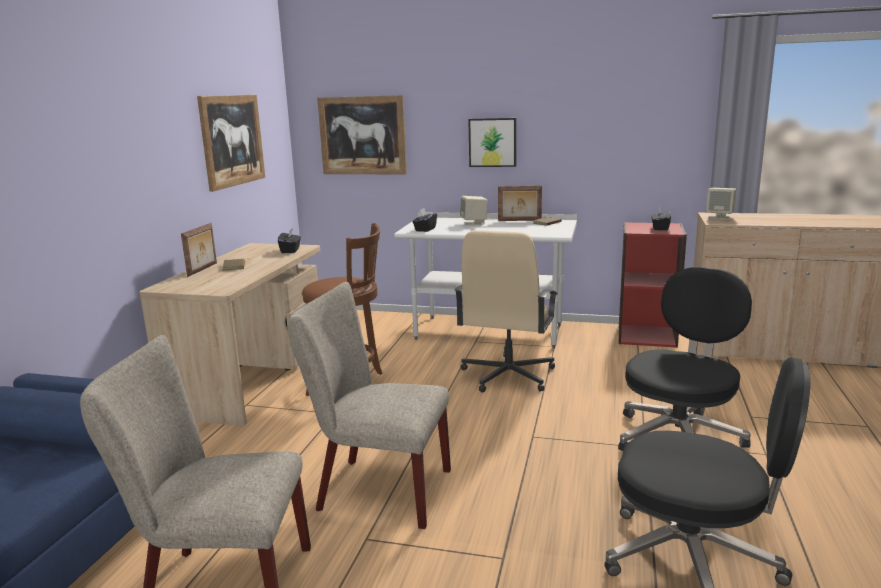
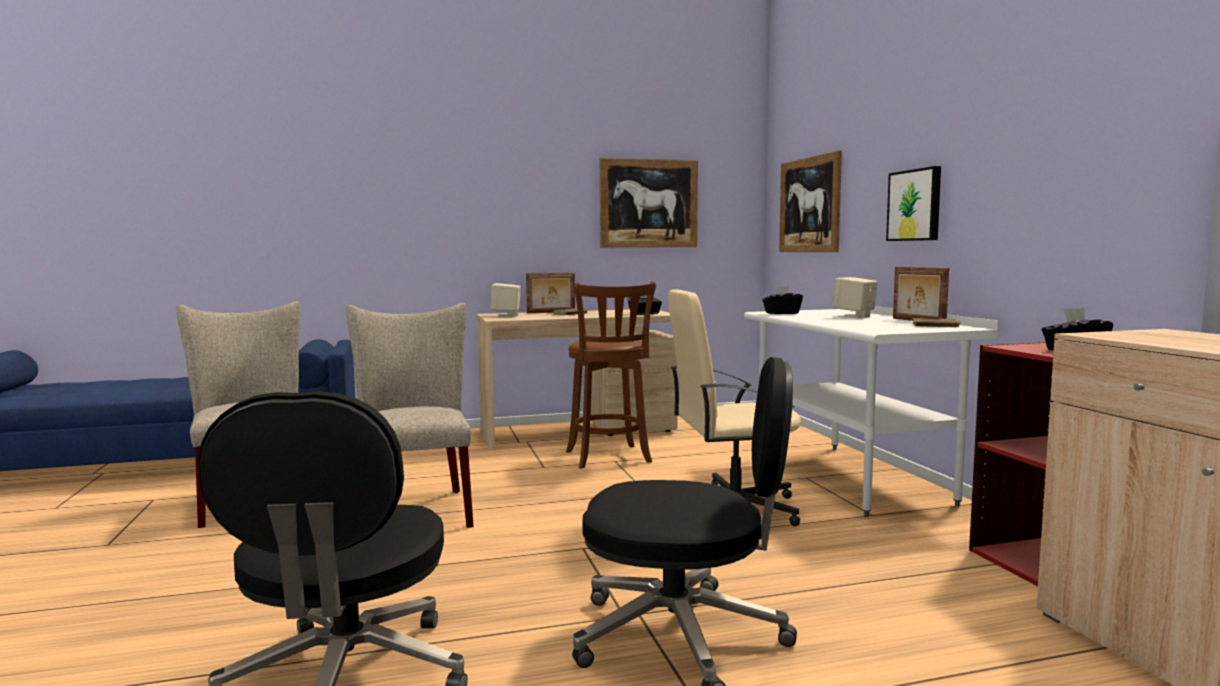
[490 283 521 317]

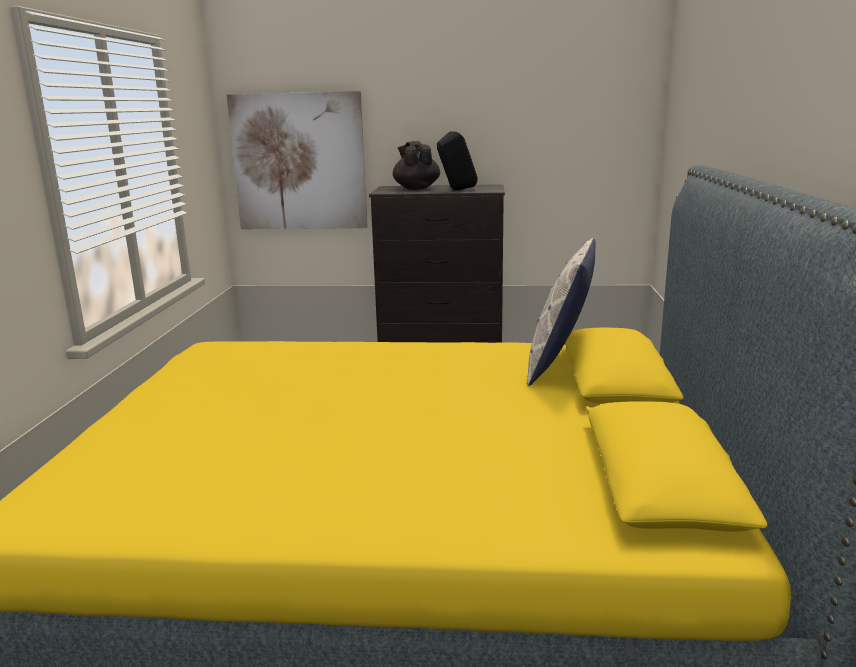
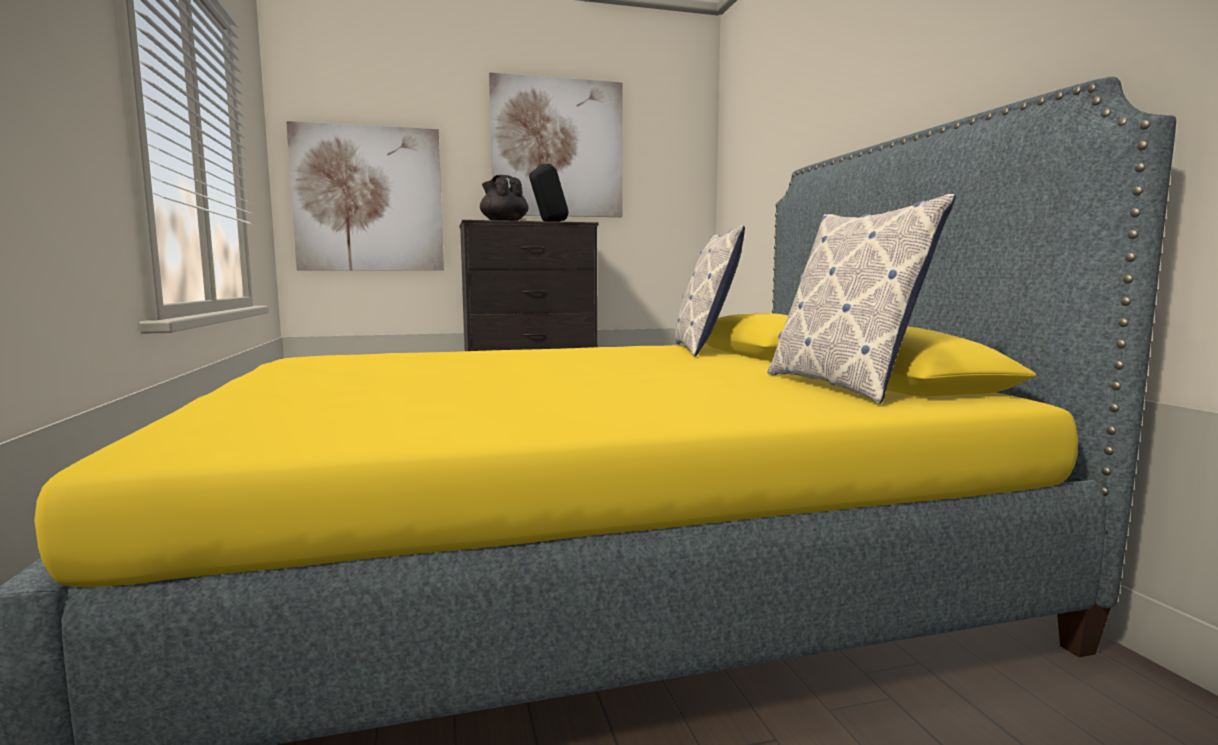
[489 72 623 217]
[768 194 956 404]

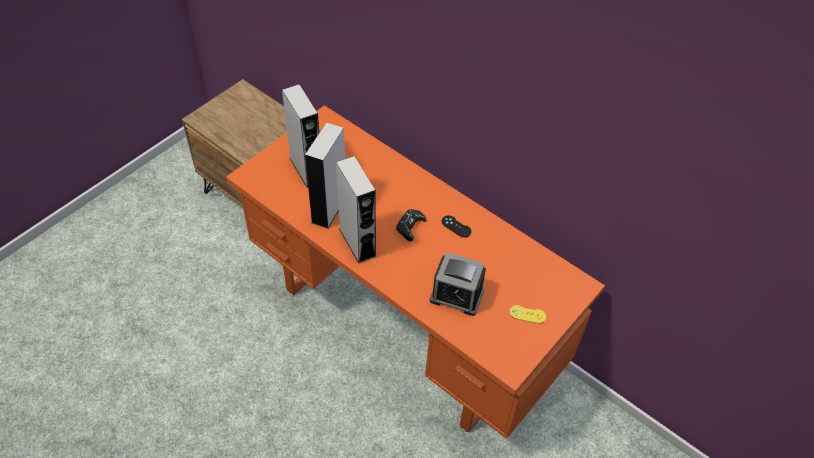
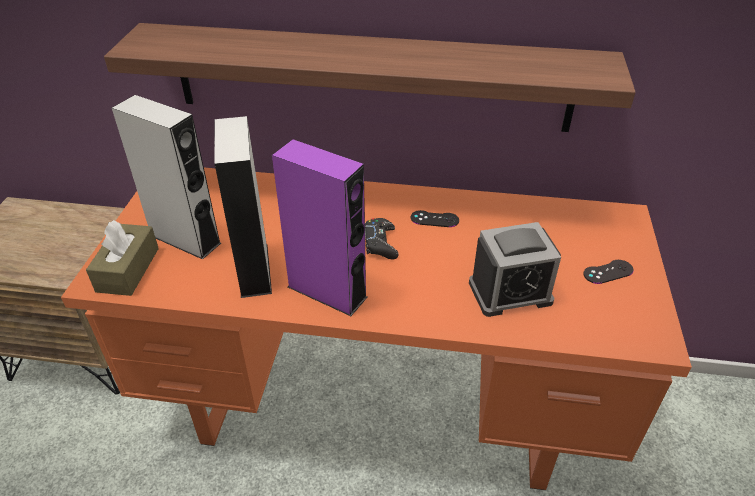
[86 220 159 296]
[104 23 636 132]
[272 139 367 316]
[583 260 633 284]

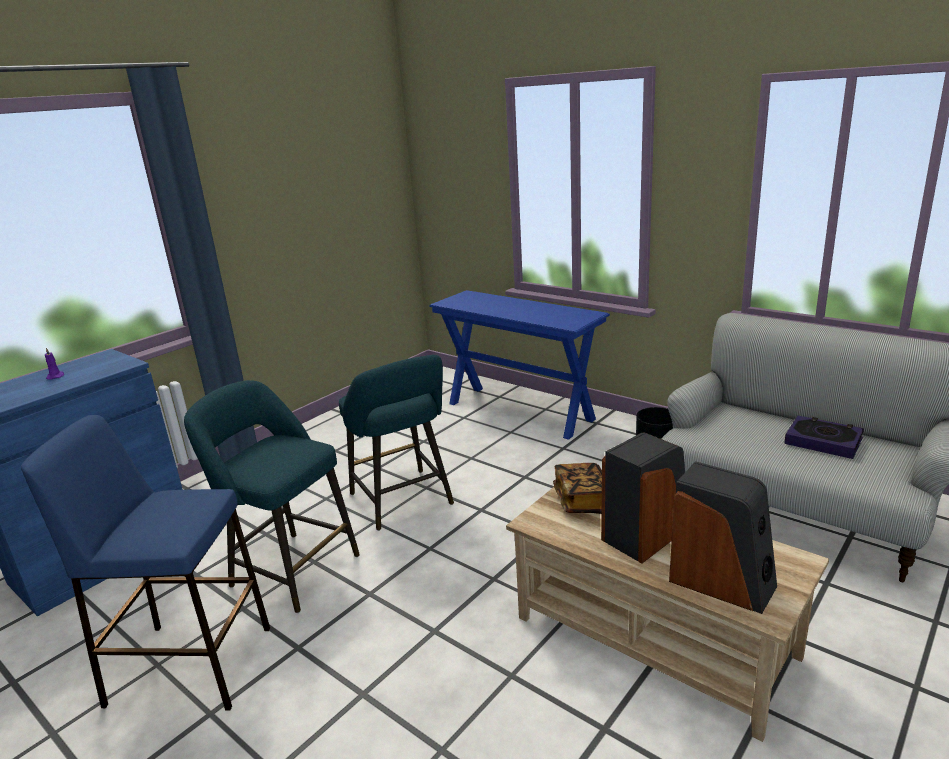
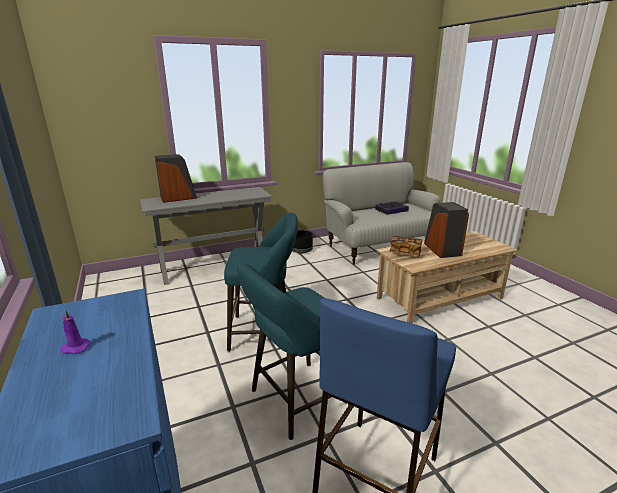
[140 187 273 285]
[155 154 197 203]

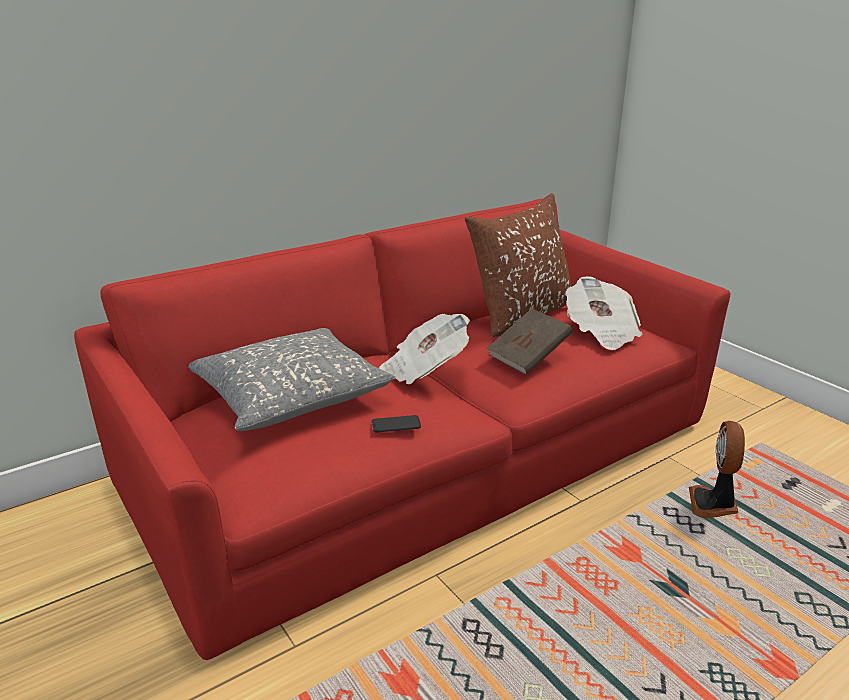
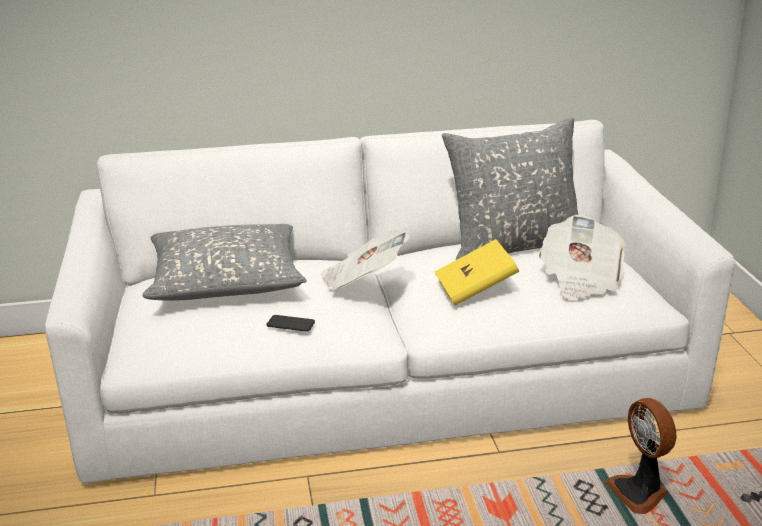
[45 120 735 483]
[435 239 519 306]
[442 117 578 260]
[605 398 677 514]

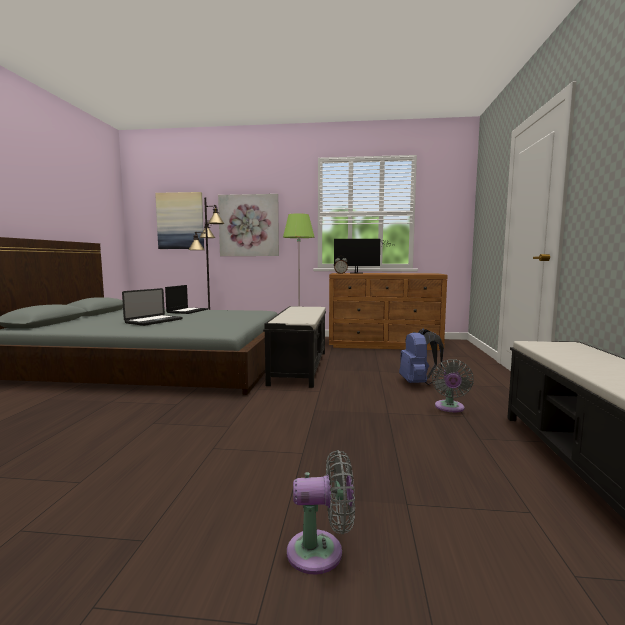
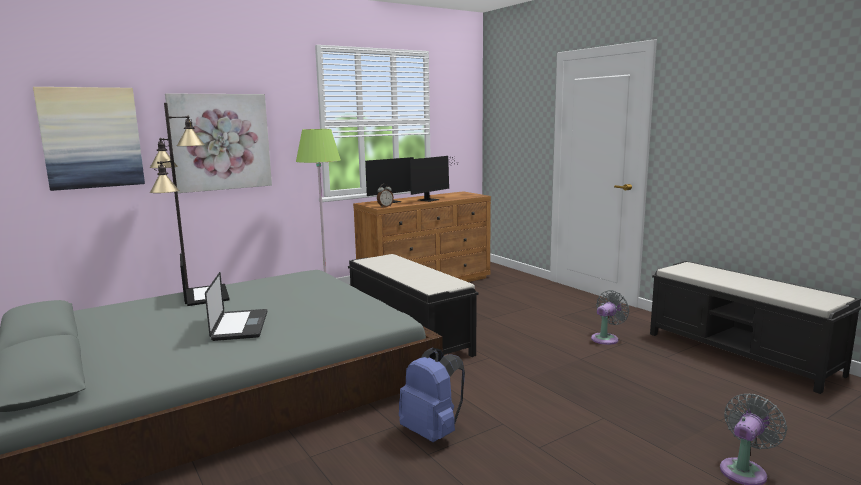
[399 348 465 442]
[410 156 454 202]
[591 290 629 345]

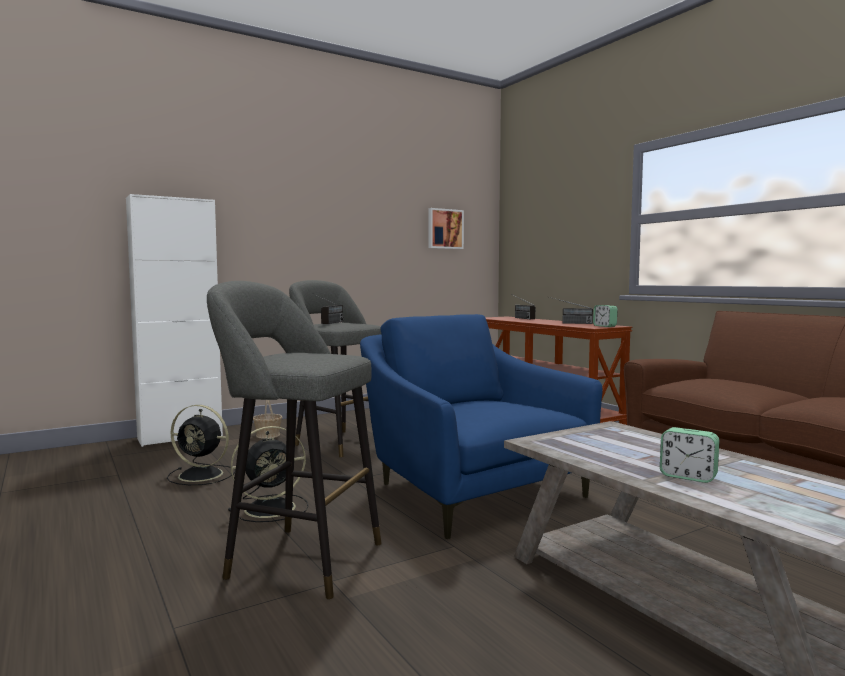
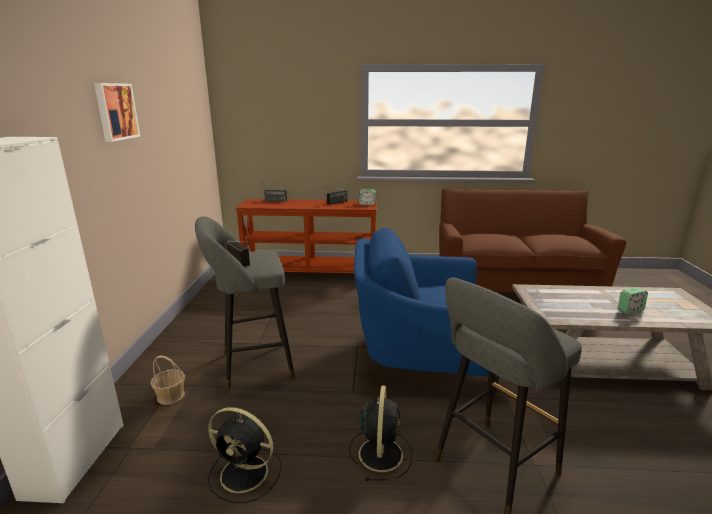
[94 83 140 142]
[208 407 281 503]

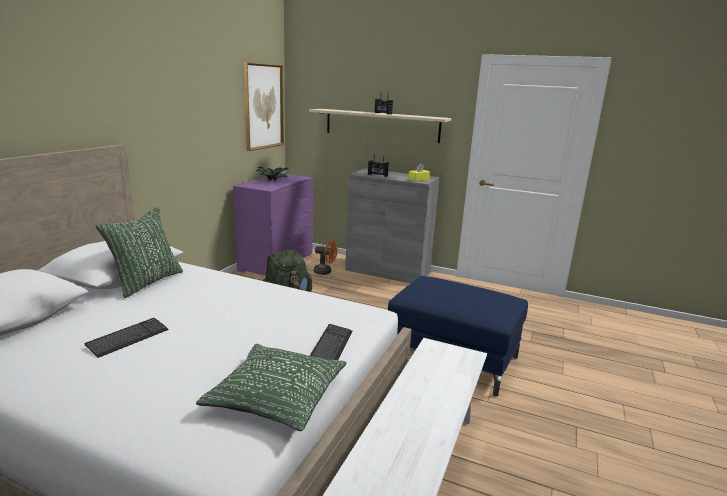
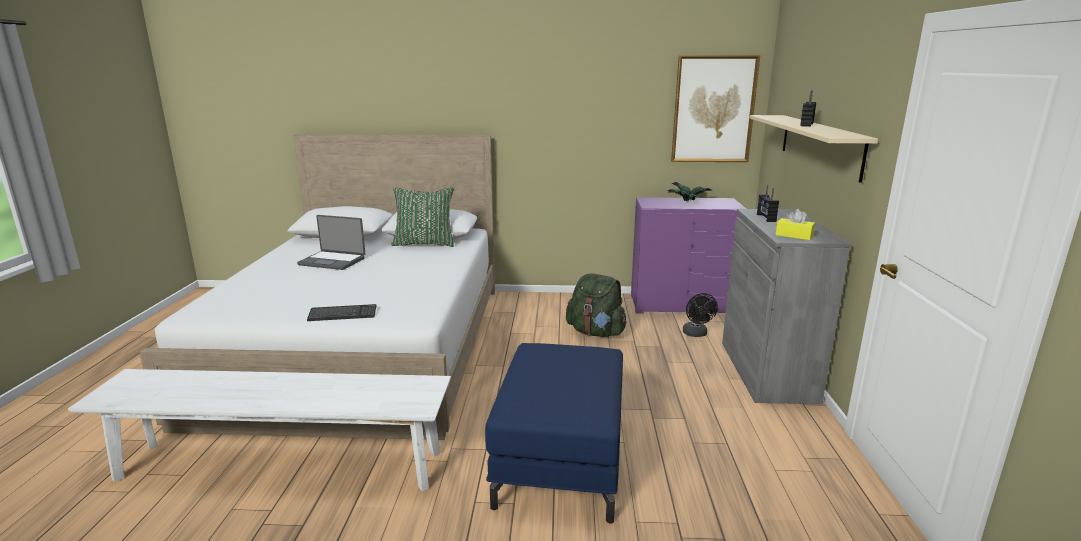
[297 215 365 270]
[683 293 718 337]
[196 344 347 431] (first image)

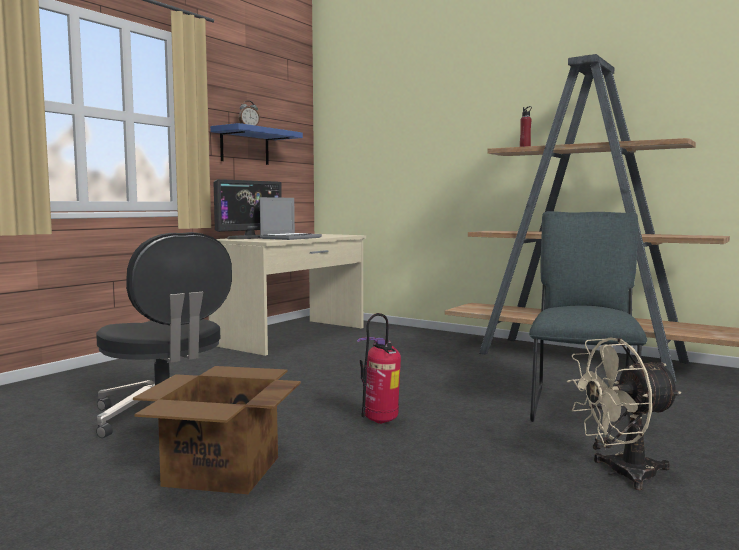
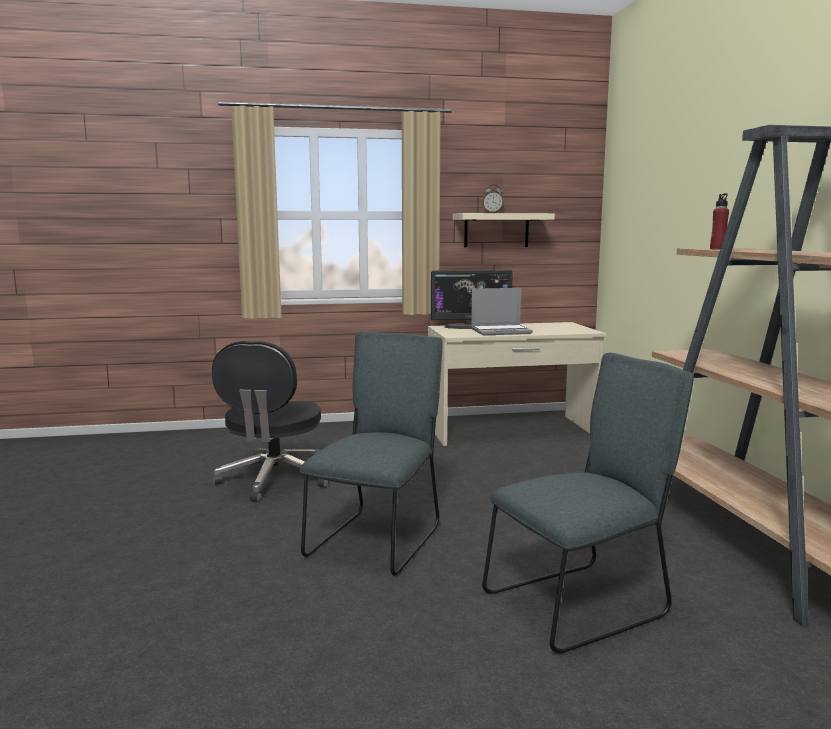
[299 331 443 575]
[453 213 555 247]
[133 366 301 494] (first image)
[567 337 681 491] (first image)

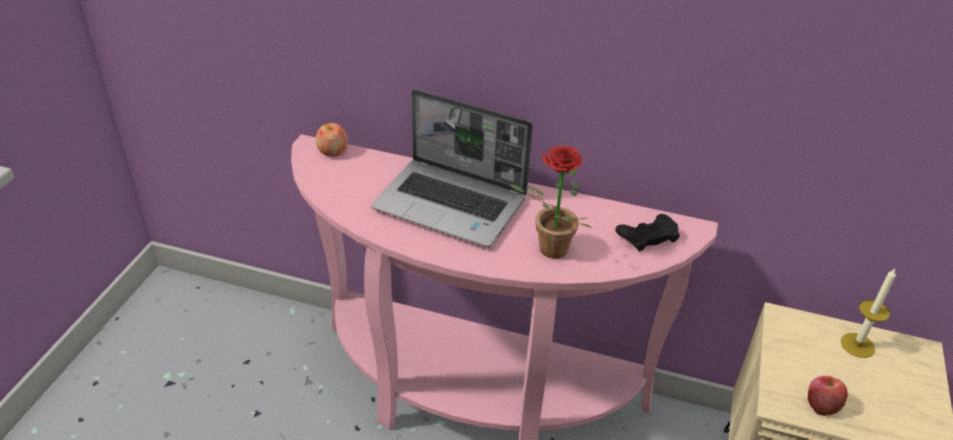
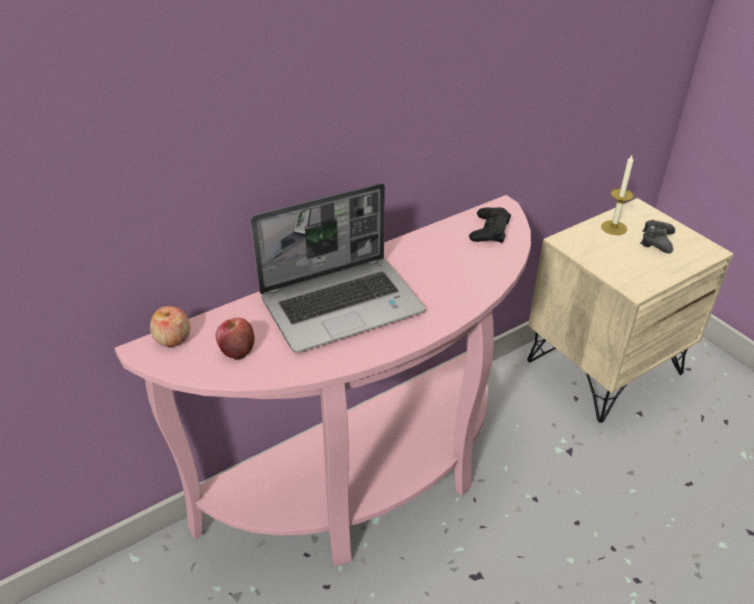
[216 318 255 360]
[640 220 675 253]
[510 146 592 258] (first image)

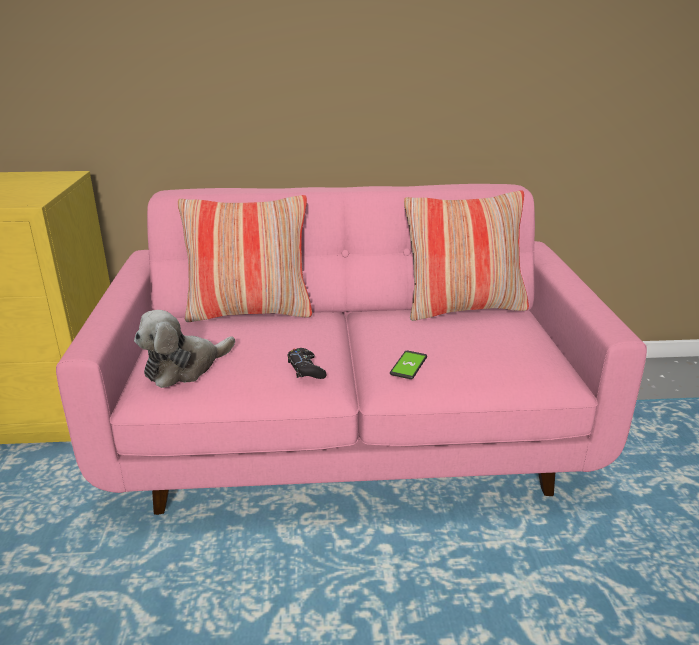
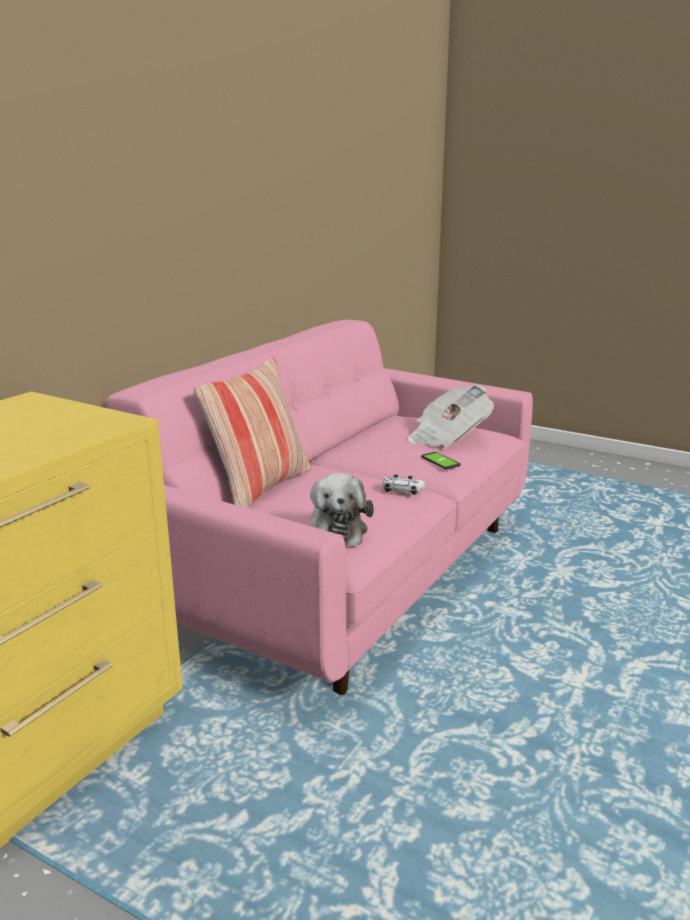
[382 475 425 495]
[408 385 494 447]
[404 190 529 321] (first image)

